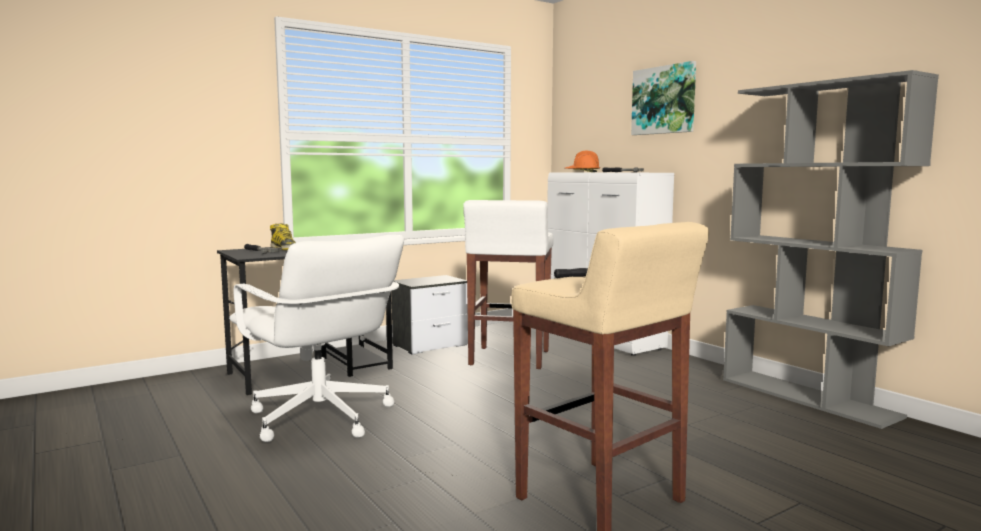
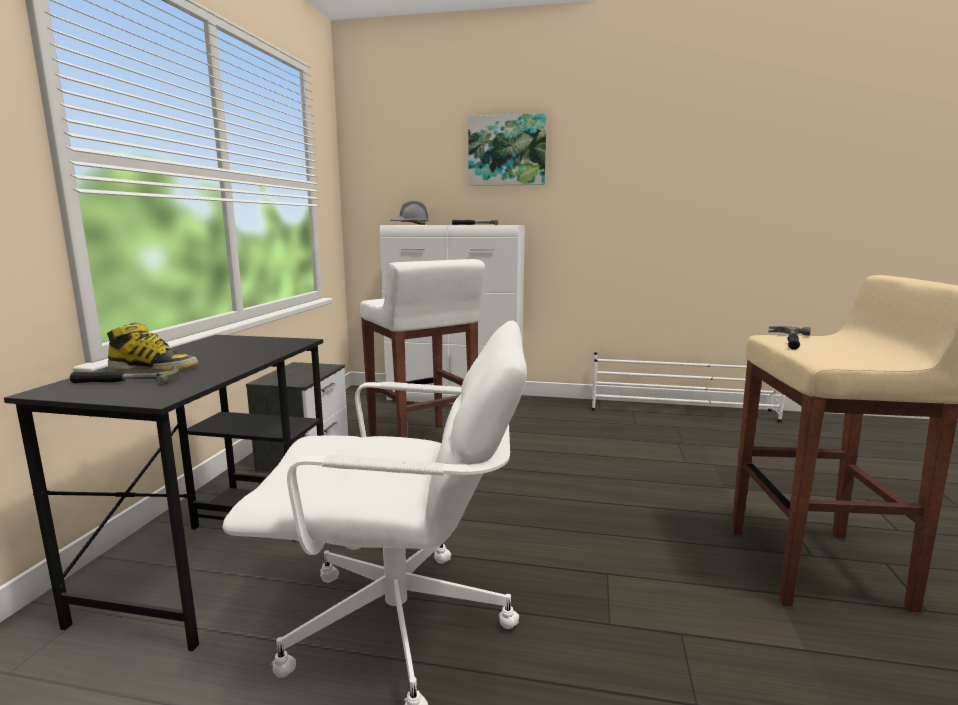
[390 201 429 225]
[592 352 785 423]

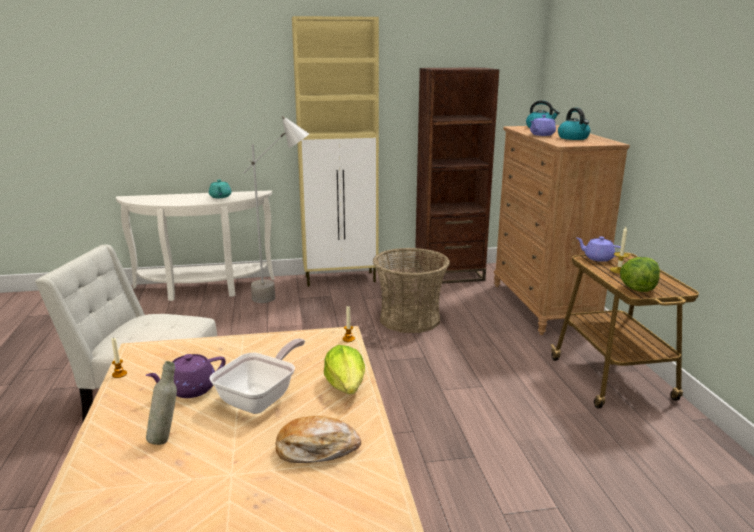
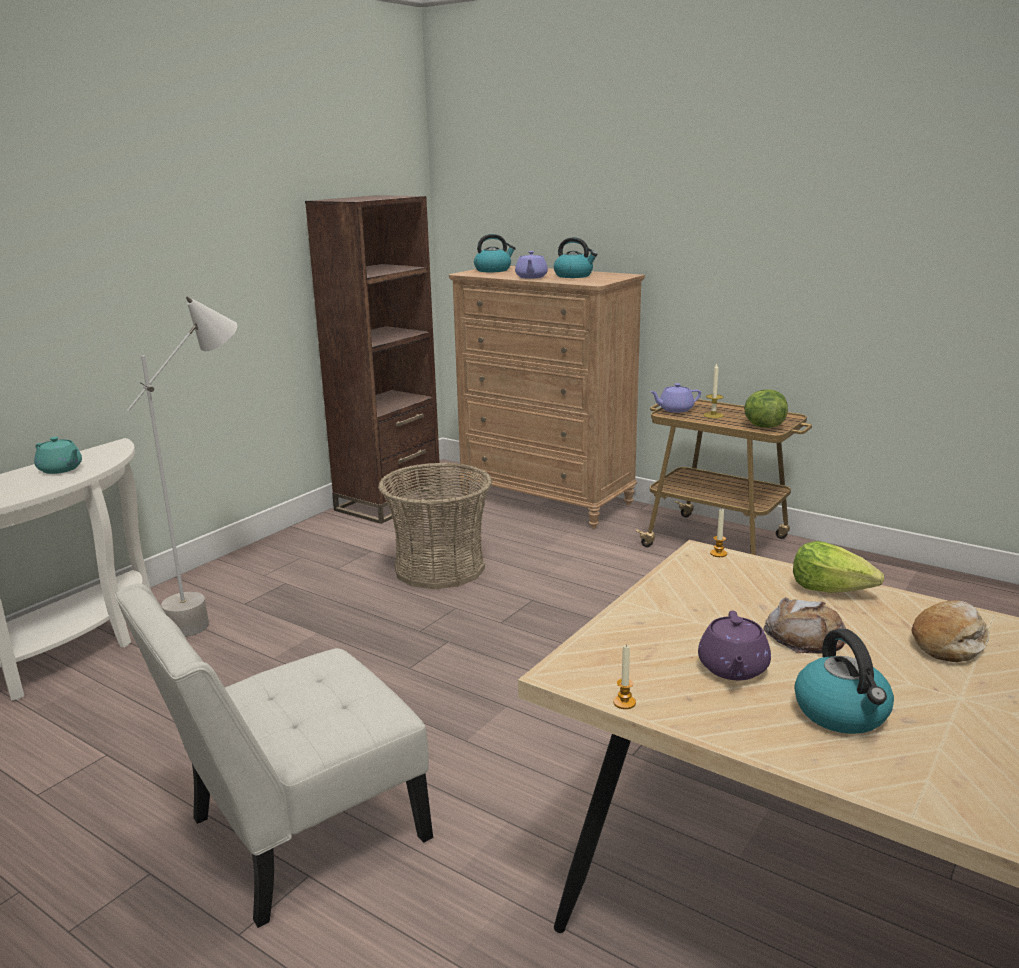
[763 597 846 654]
[794 629 894 734]
[292 16 379 287] (first image)

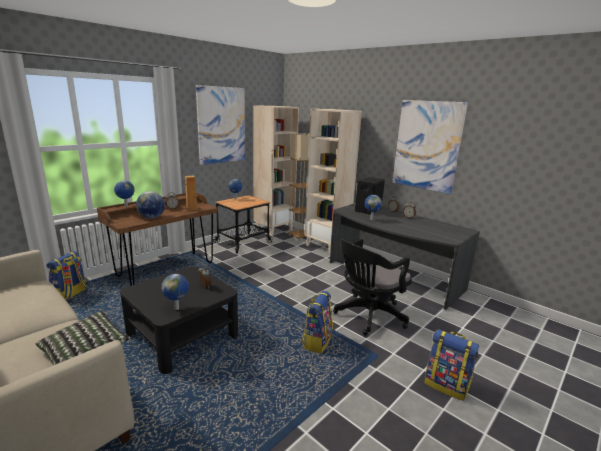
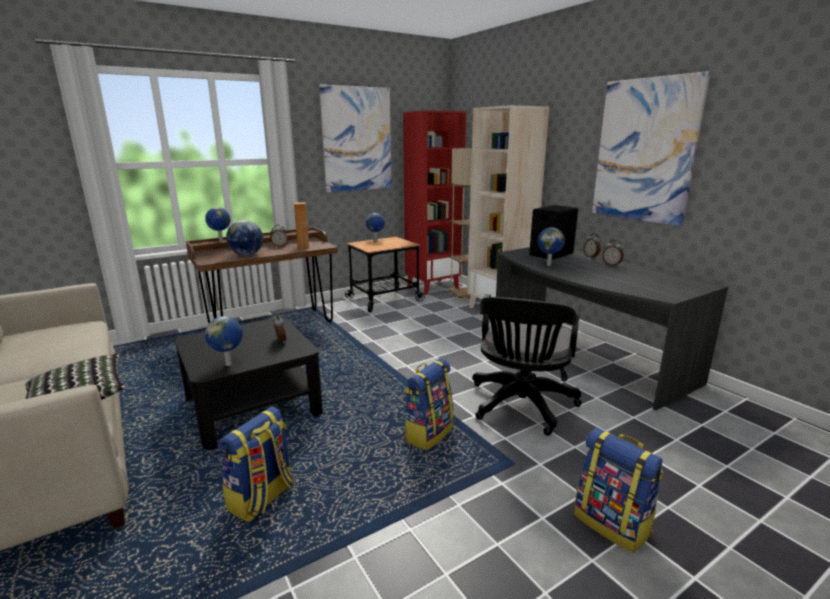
[219 407 294 522]
[403 110 467 295]
[472 294 582 436]

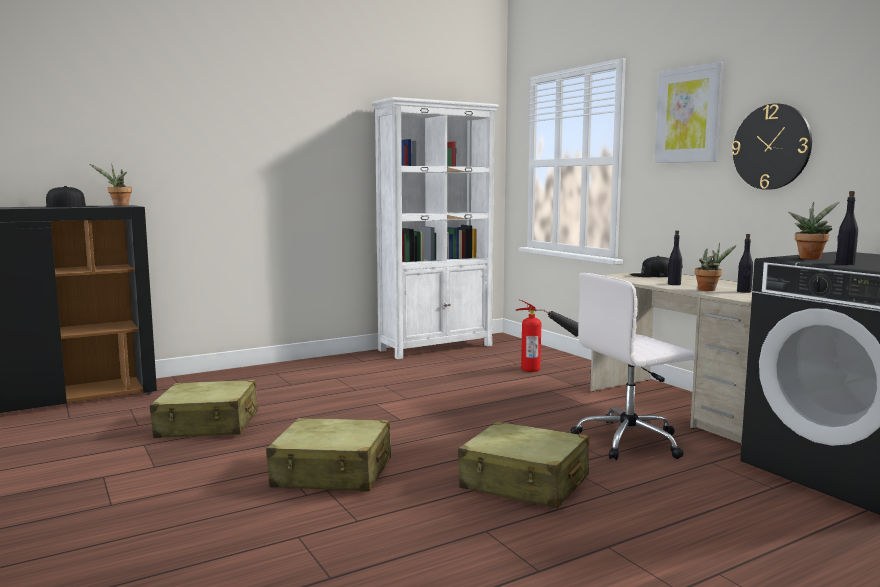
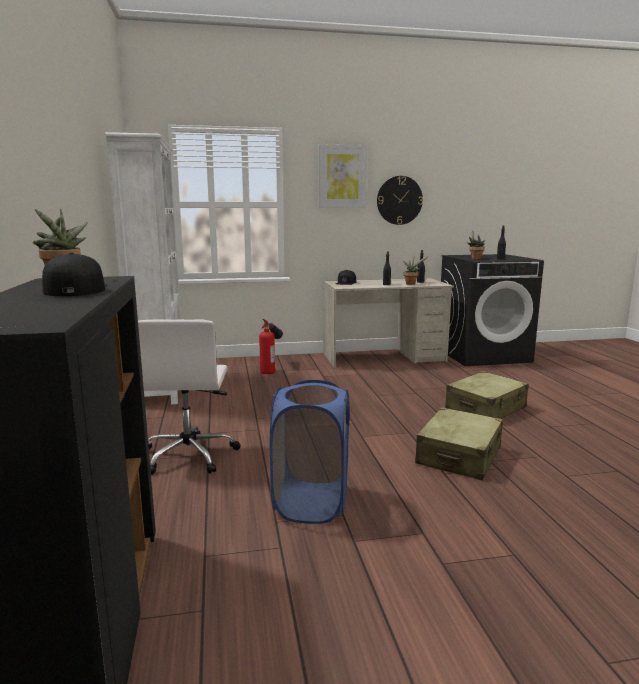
[138 319 240 475]
[270 380 350 524]

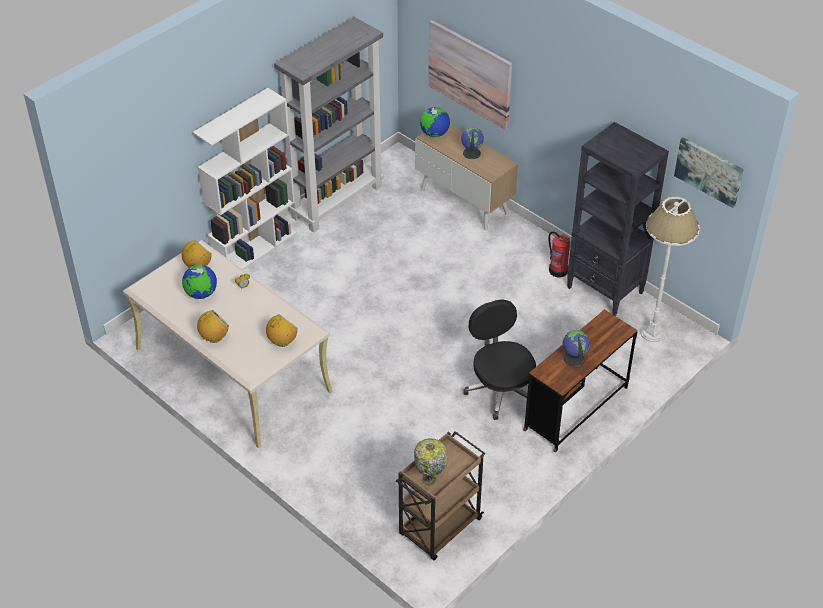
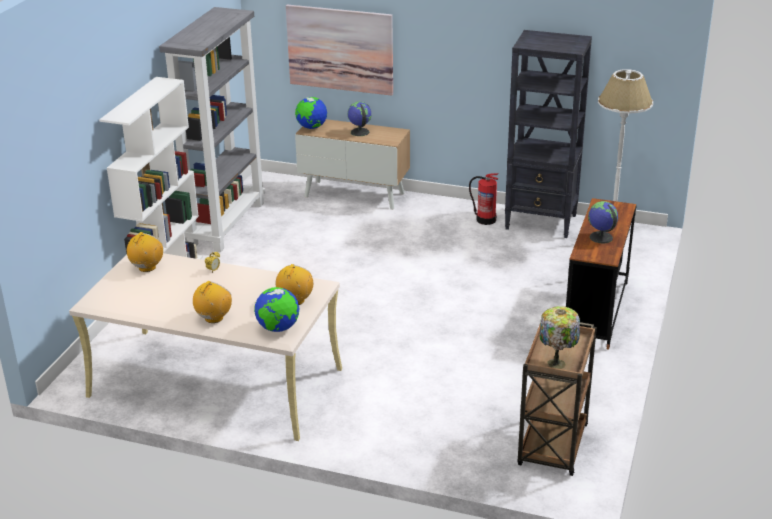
[254 287 299 332]
[463 300 536 420] (first image)
[674 137 744 208] (first image)

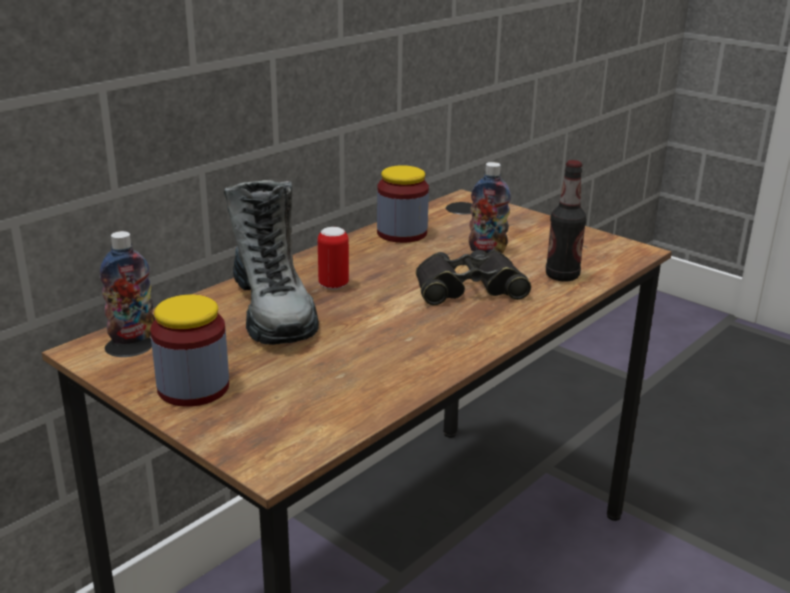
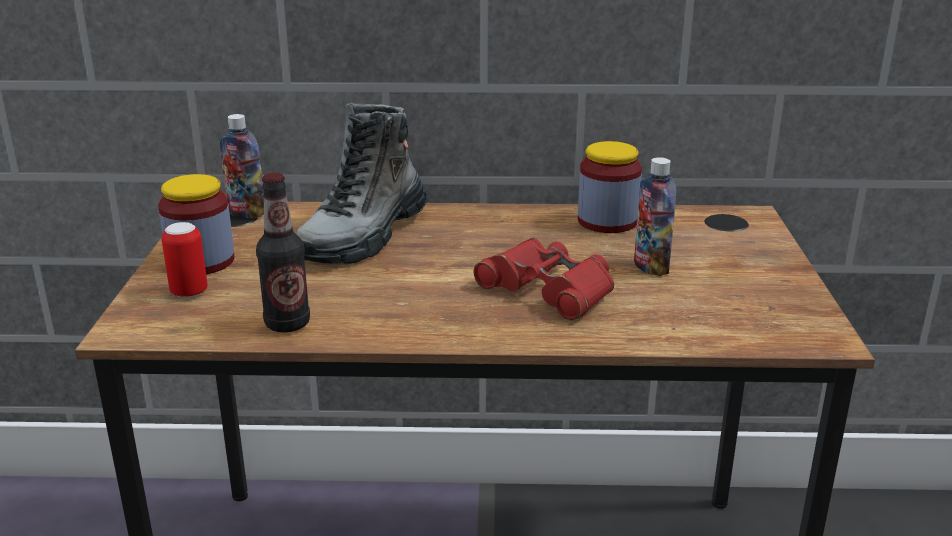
[162 222 208 298]
[256 172 310 333]
[473 238 614 321]

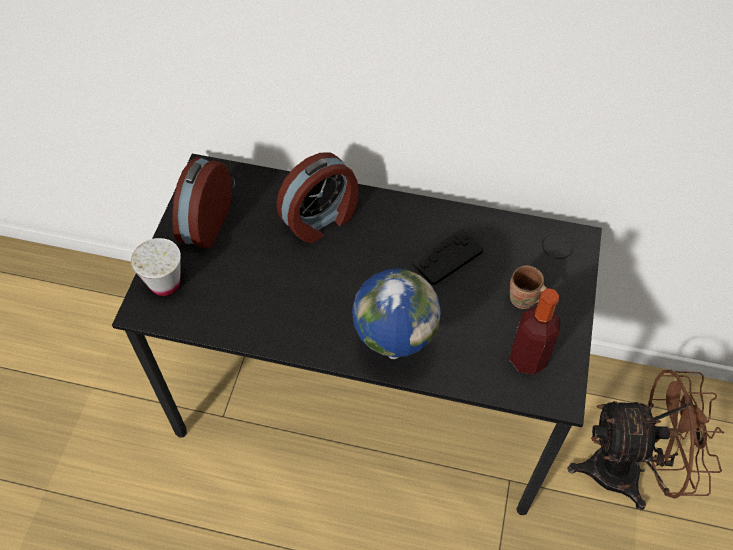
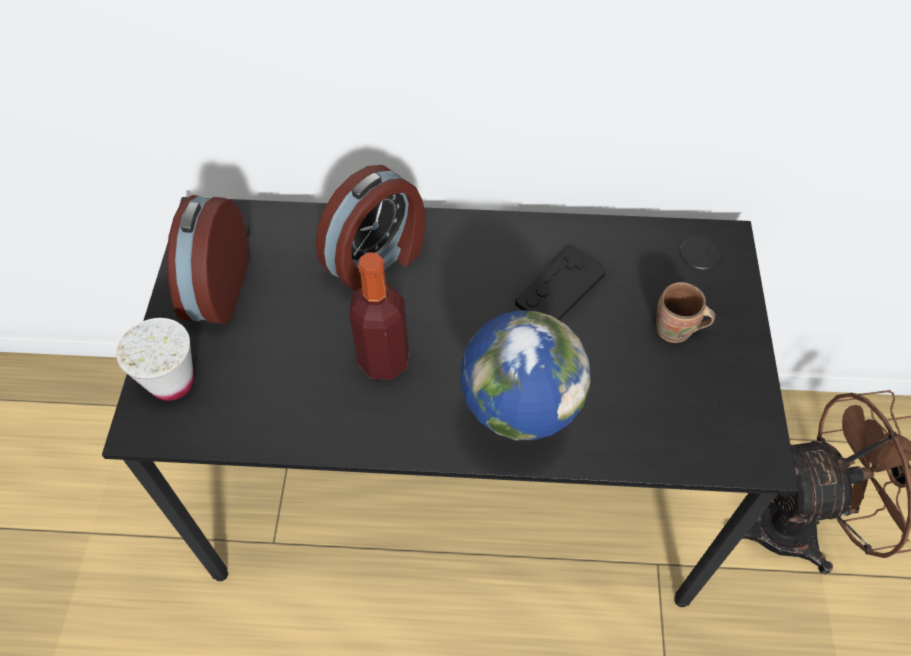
[349 252 409 380]

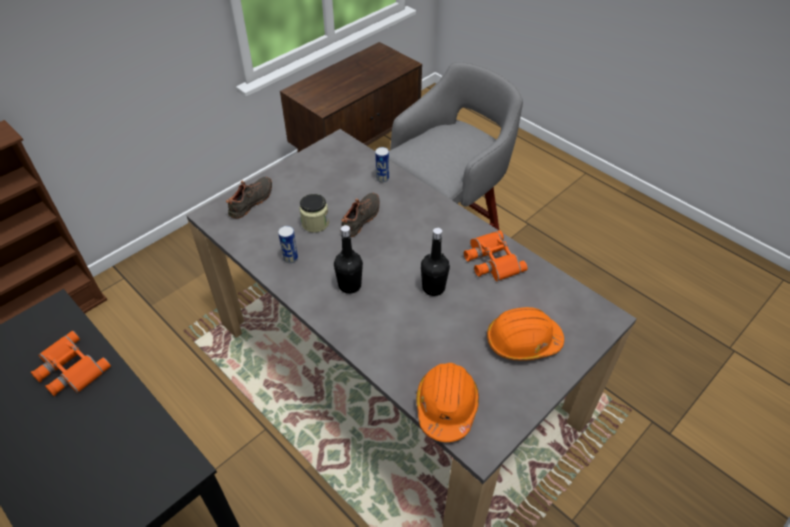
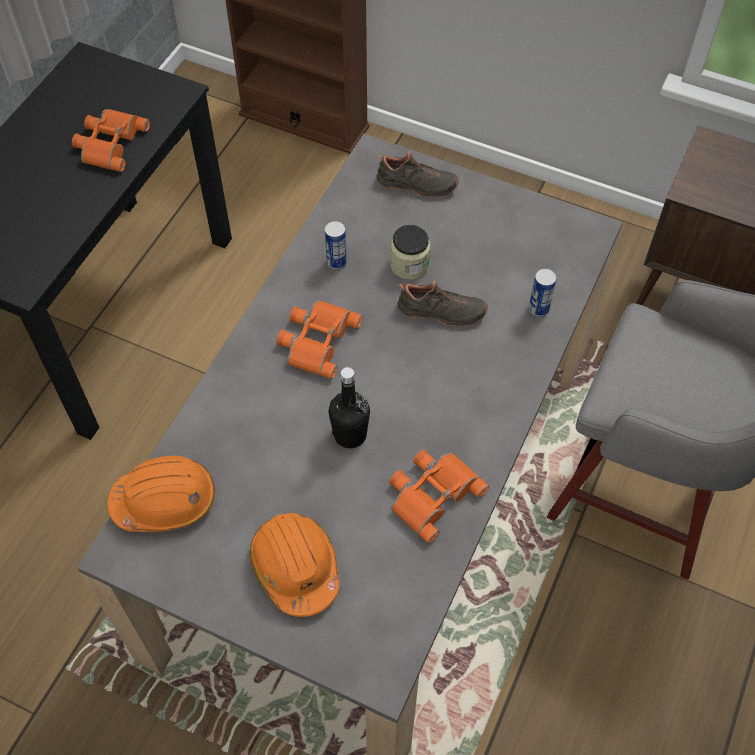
[276 300 363 379]

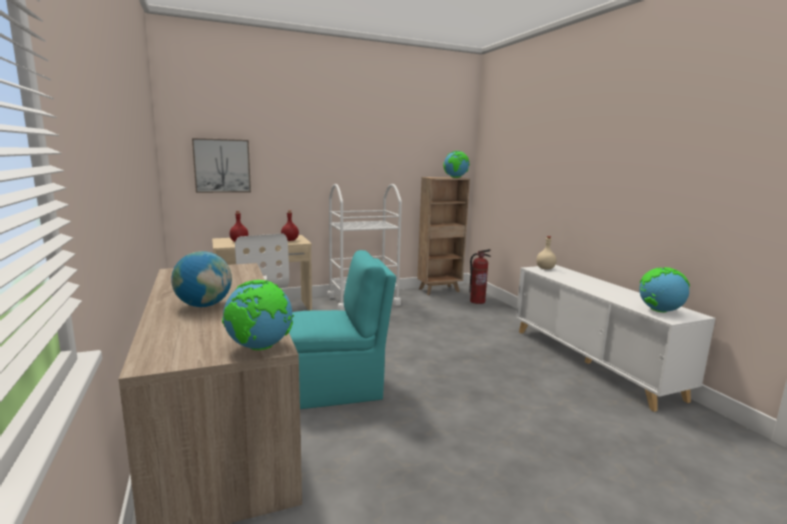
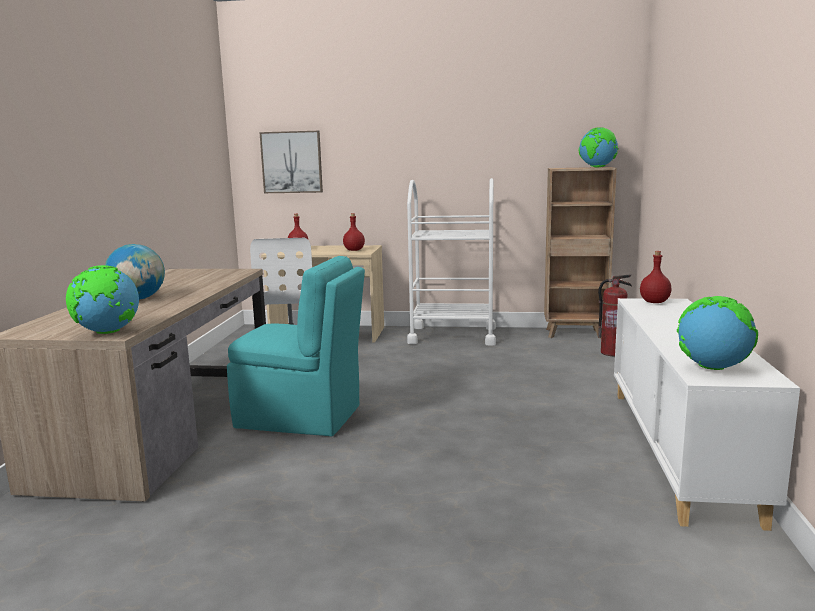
[640 251 671 303]

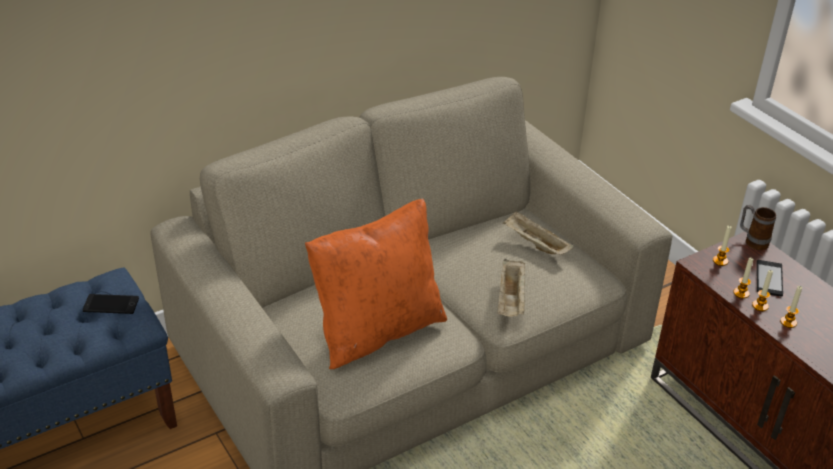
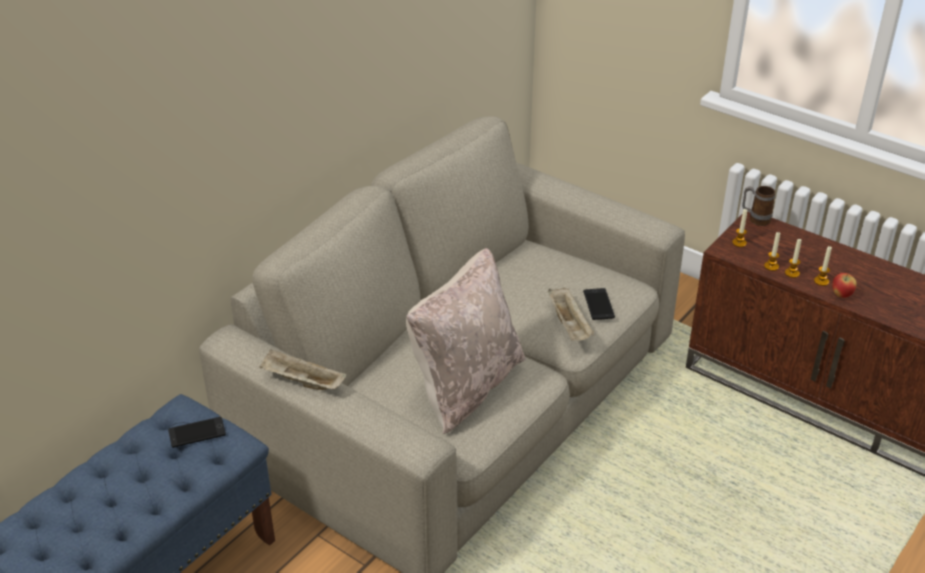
[259 349 347 390]
[406 248 525 434]
[583 288 615 320]
[832 273 857 298]

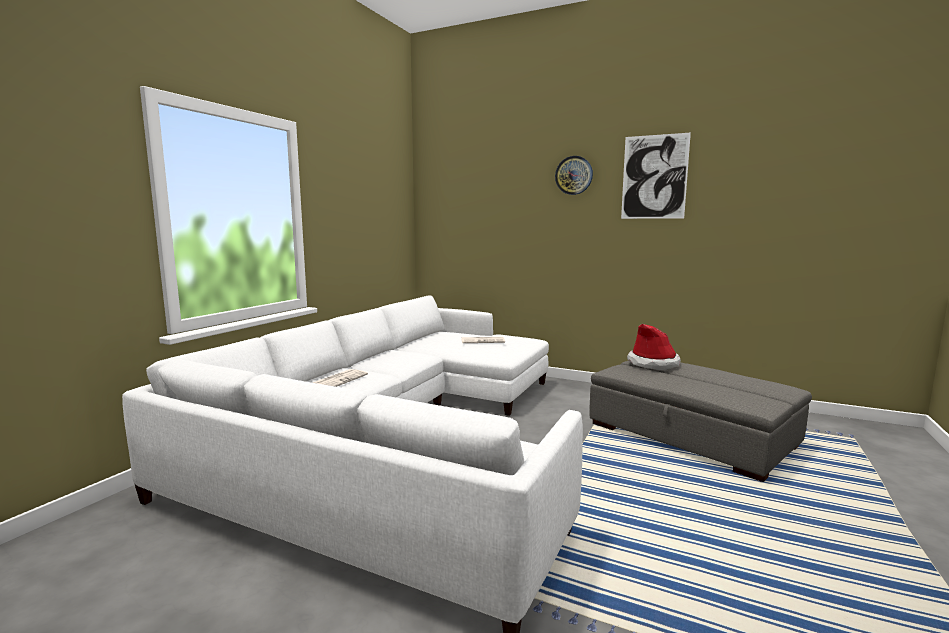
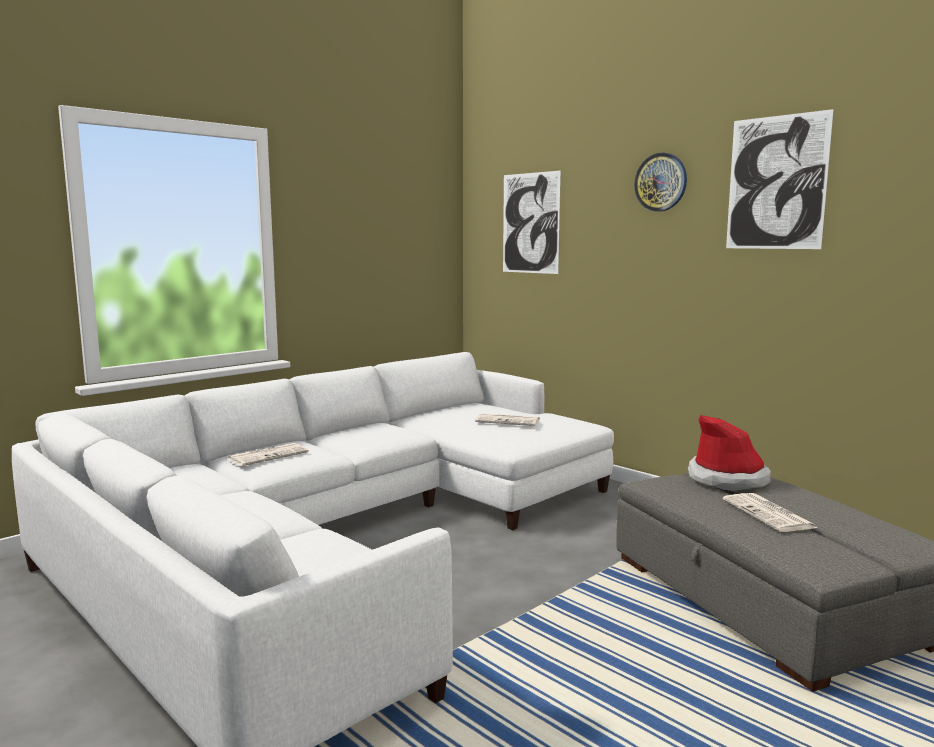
[503 170 561 274]
[723 493 818 532]

